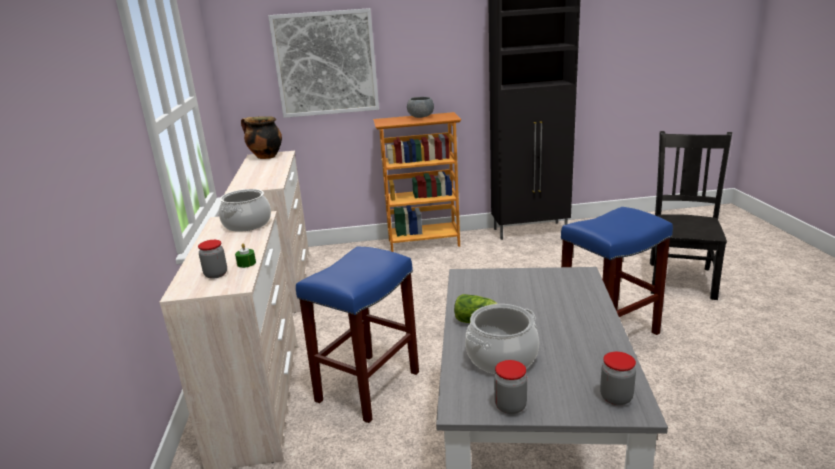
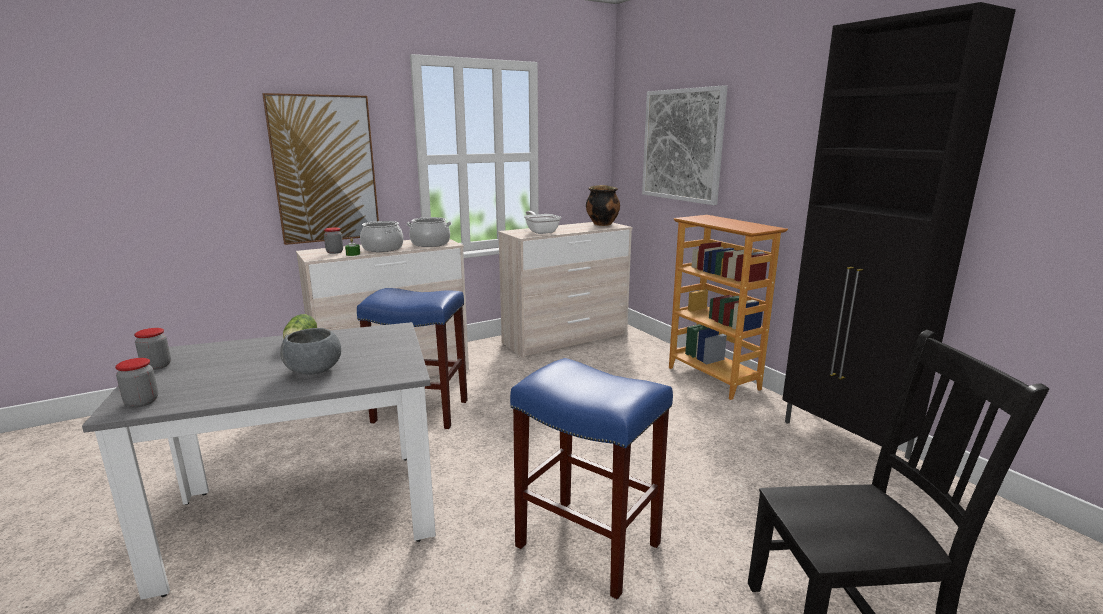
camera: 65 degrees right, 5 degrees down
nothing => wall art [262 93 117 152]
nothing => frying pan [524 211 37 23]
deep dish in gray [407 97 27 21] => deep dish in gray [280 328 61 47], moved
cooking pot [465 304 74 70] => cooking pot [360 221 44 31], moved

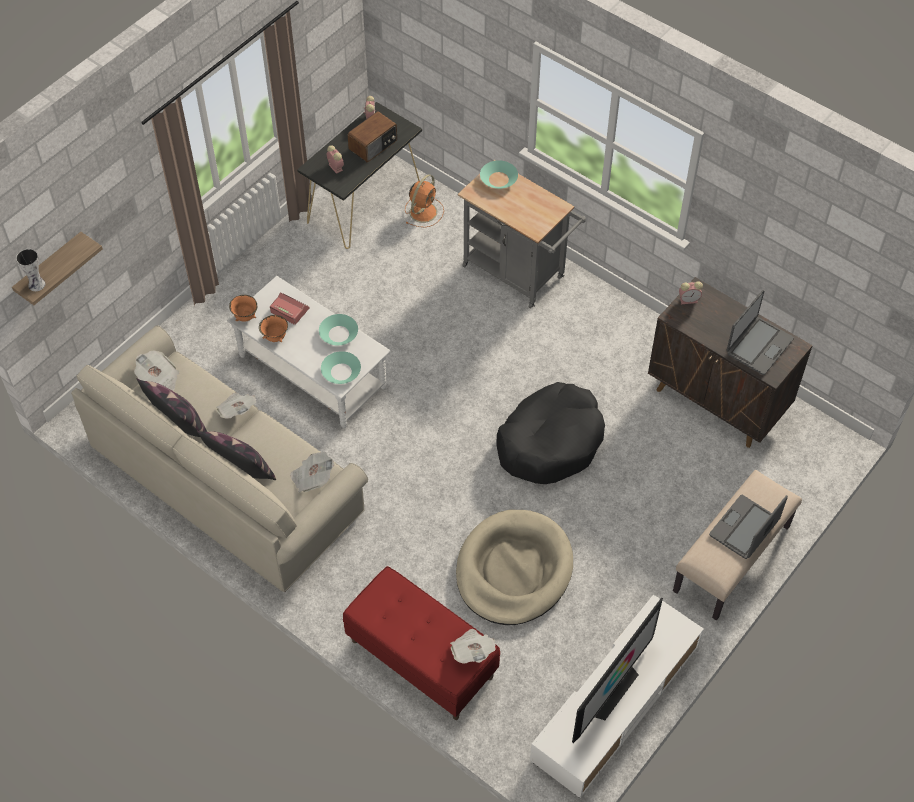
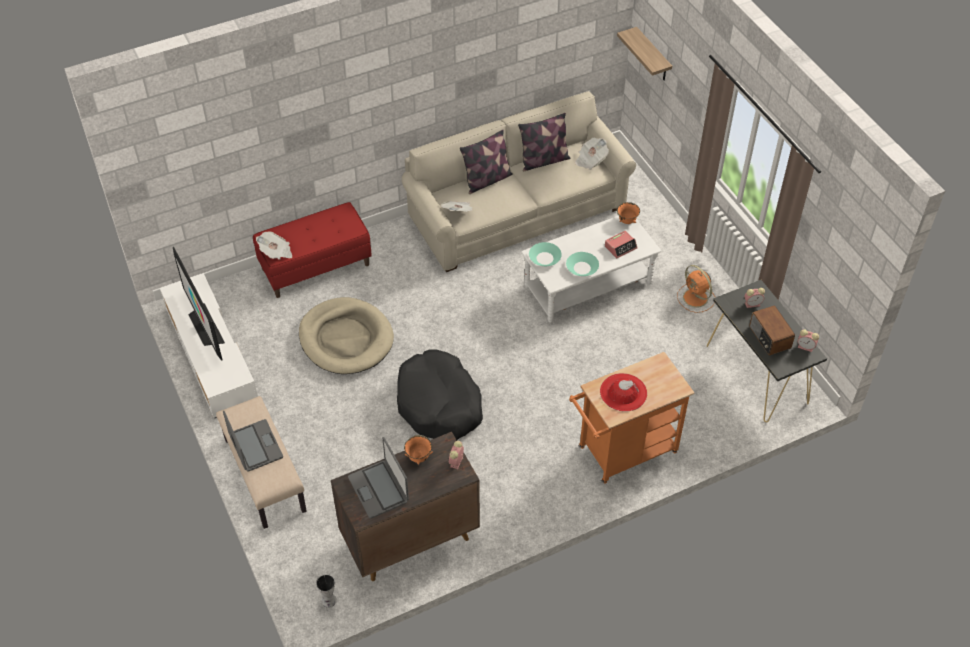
camera: 115 degrees right, 5 degrees down
daily paper [216 393 40 26] => nothing
deep dish in blue-green [480 160 38 29] => nothing
nothing => hat in reddish [600 373 47 39]
decorative vase [16 249 29 42] => decorative vase [316 574 21 34], moved
deep dish in orangey [259 315 29 27] => deep dish in orangey [404 435 29 30], moved
fan in orangey [405 174 39 53] => fan in orangey [677 265 38 48], moved
cart in gray [458 160 128 149] => cart in orangey [569 352 125 132]

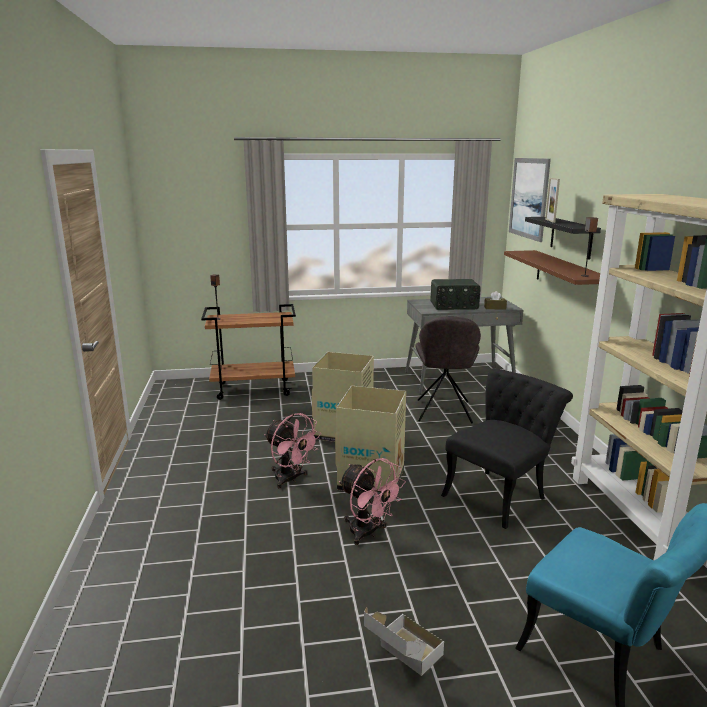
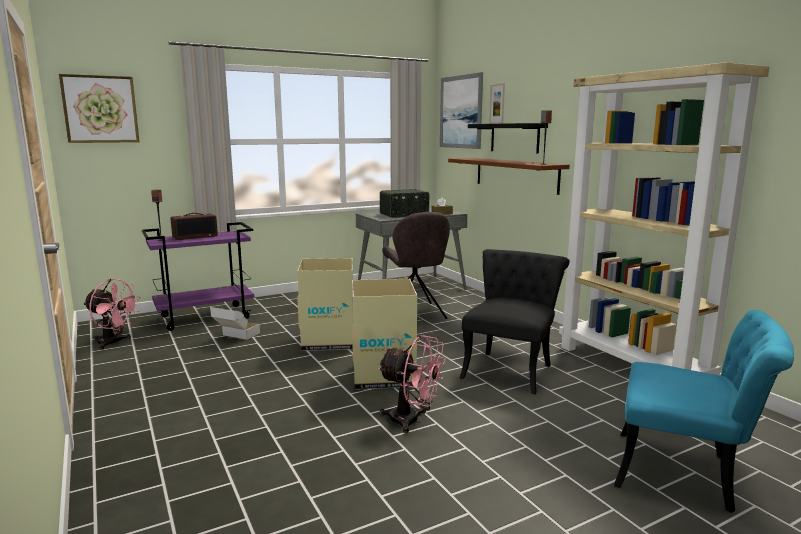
camera: 20 degrees left, 5 degrees down
nothing => wall art [59 74 81 69]
nothing => radio [171 213 47 27]
fan in pink-coloured [264 413 57 75] => fan in pink-coloured [83 279 58 71], moved
carton [364 607 80 69] => carton [210 307 50 33], moved
cart in brownish [201 304 95 96] => cart in purple [142 222 112 109]

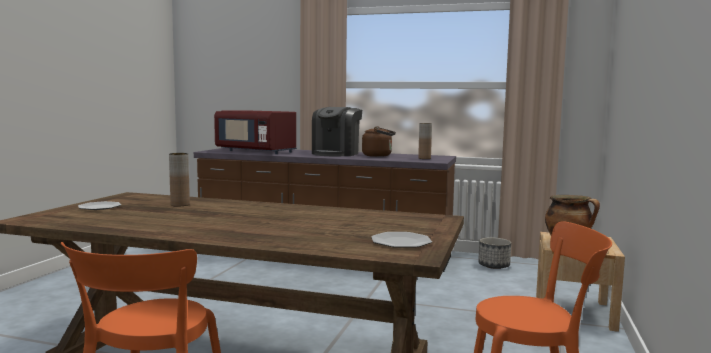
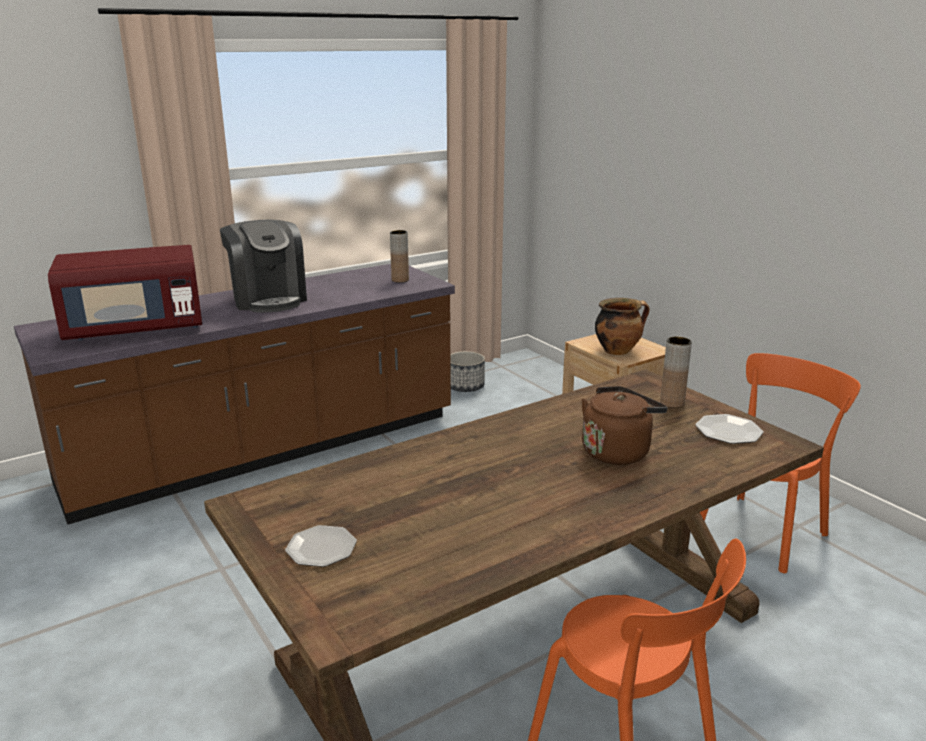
camera: 50 degrees left, 15 degrees up
decorative vase in brownish [169 153 21 54] => decorative vase in brownish [660 337 32 71], moved
tea kettle in brownish [362 126 34 31] => tea kettle in brownish [582 386 86 79], moved

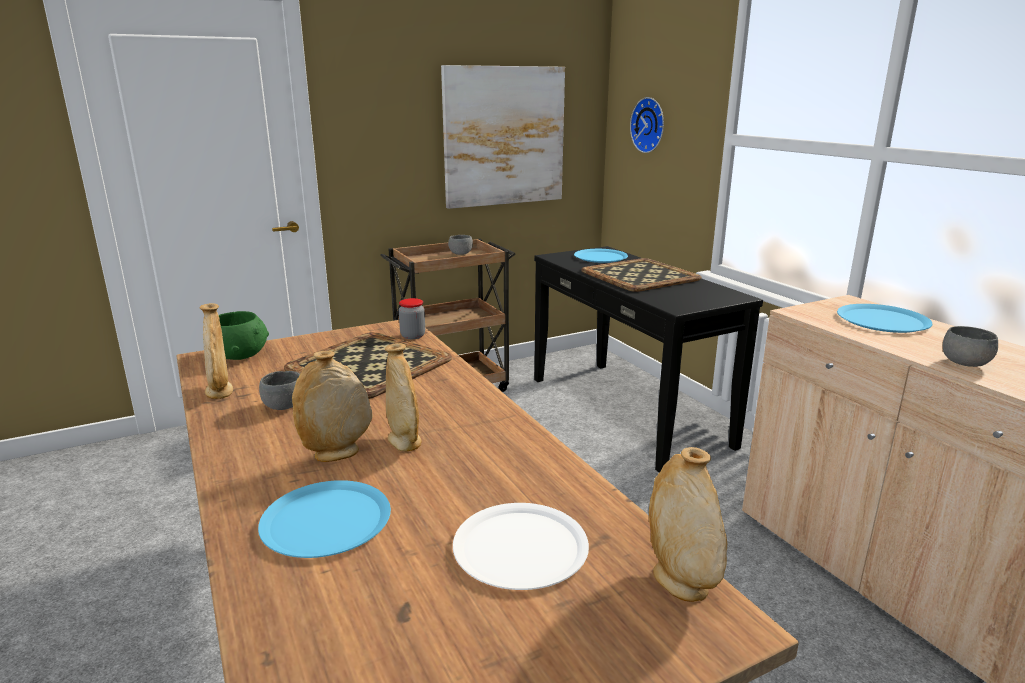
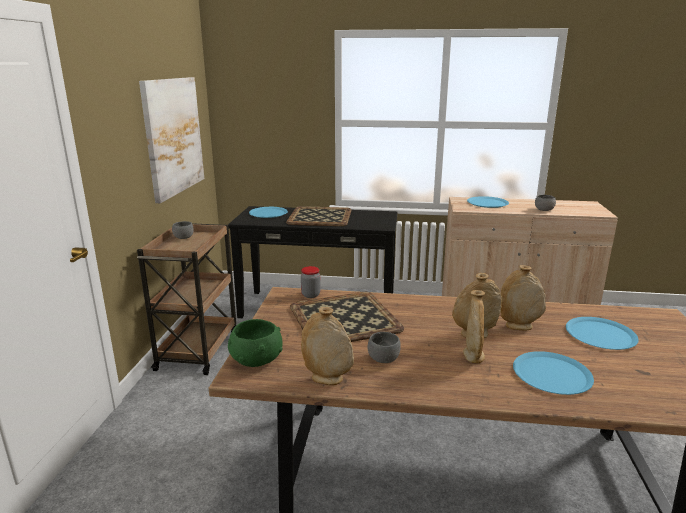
camera: 55 degrees left, 0 degrees up
clock on the wall [630 97 34 56] => nothing
decorative vase in sand-coloured [649 447 78 155] => decorative vase in sand-coloured [501 265 45 66], moved
dinner plate in white-coloured [453 503 136 87] => dinner plate in bluish [566 317 73 33]

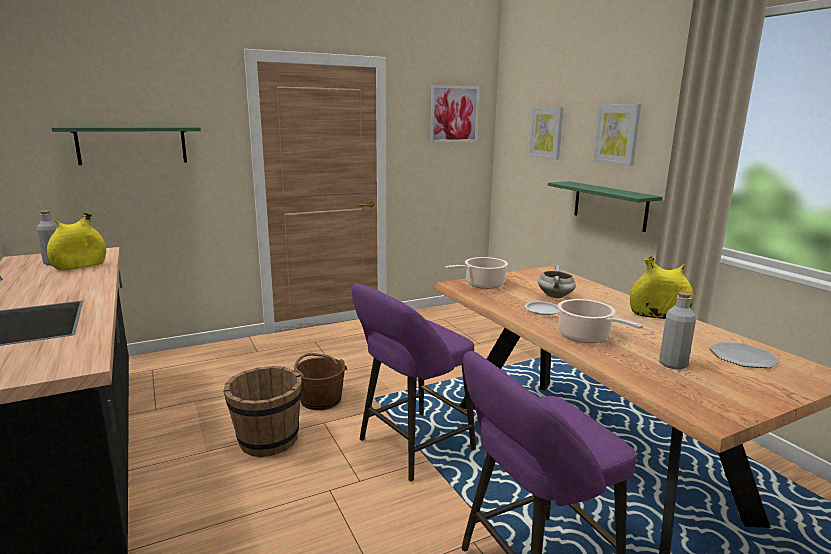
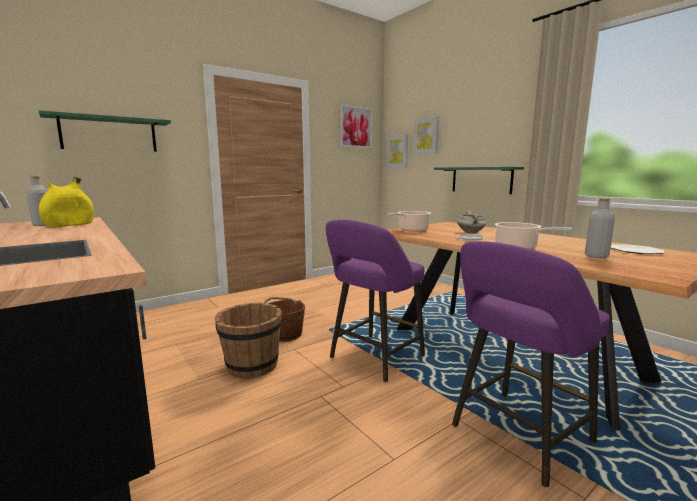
camera: 10 degrees left, 5 degrees down
decorative vase in yellow-coloured [630 256 64 63] => nothing
wall art [593 104 48 62] => wall art [386 134 22 34], moved

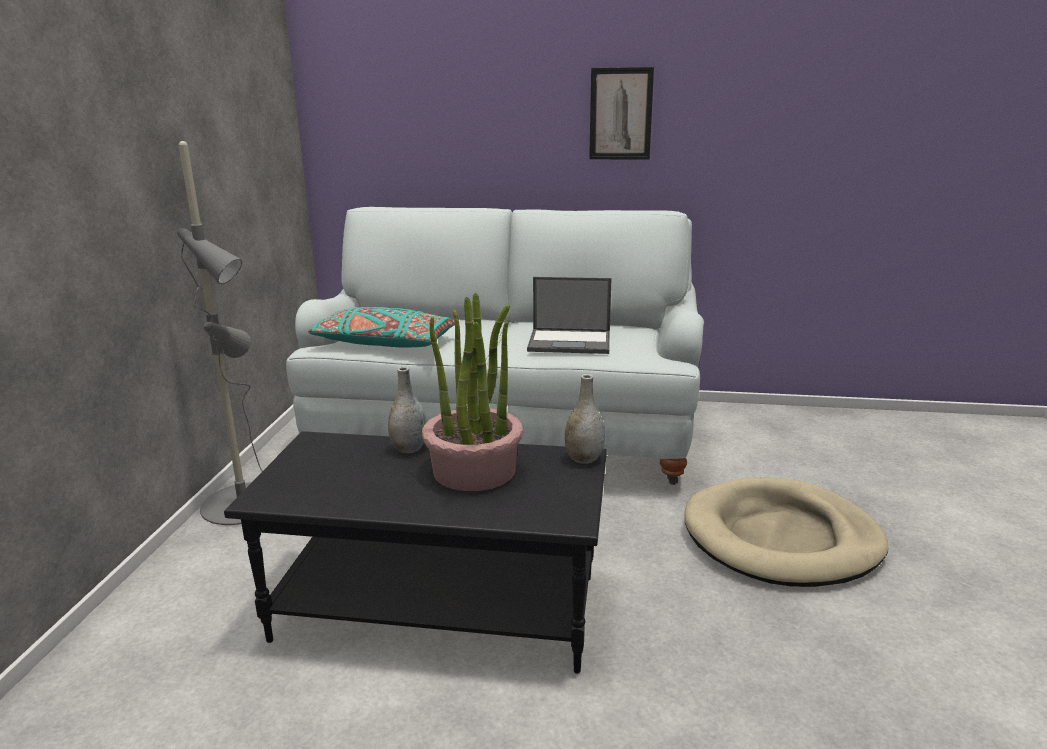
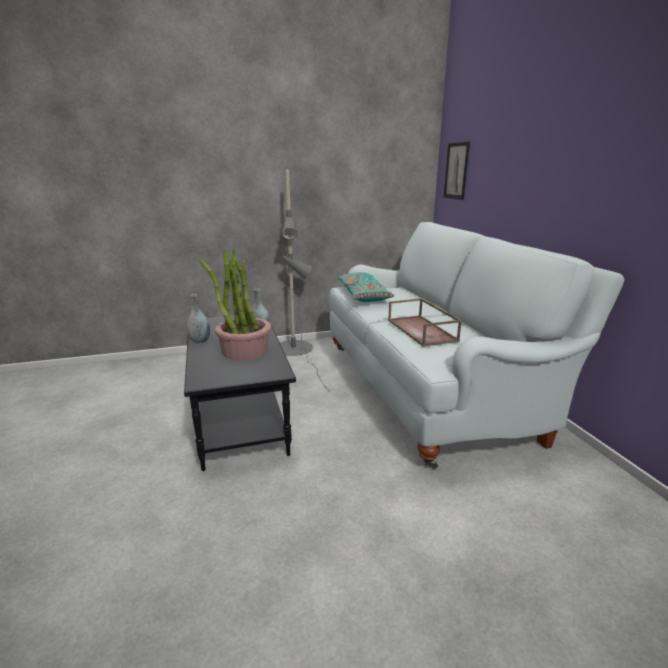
camera: 65 degrees right, 0 degrees up
dog cushion in sand-coloured [684 477 204 110] => nothing
decorative vase in gray [565 374 40 90] => decorative vase in gray [187 294 23 49], moved
wall art [589 67 65 92] => wall art [444 141 26 59], moved
laptop [527 277 85 77] => tray in brownish [388 298 74 49]

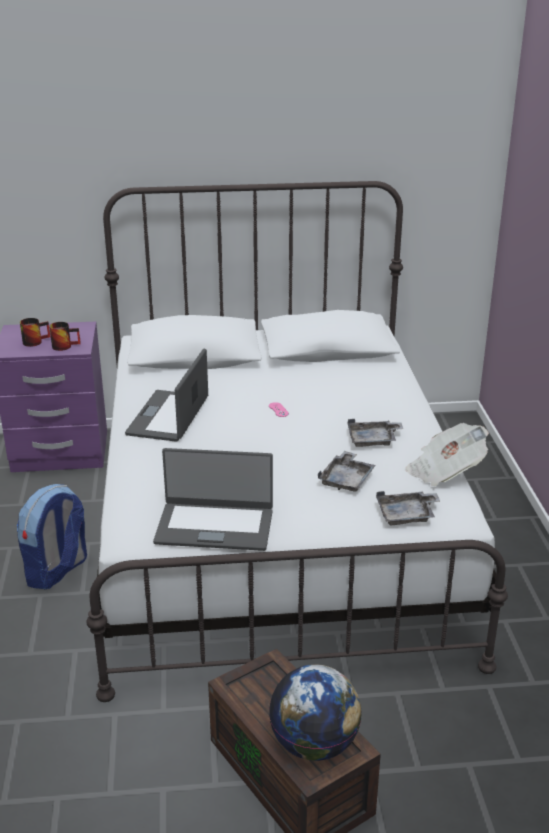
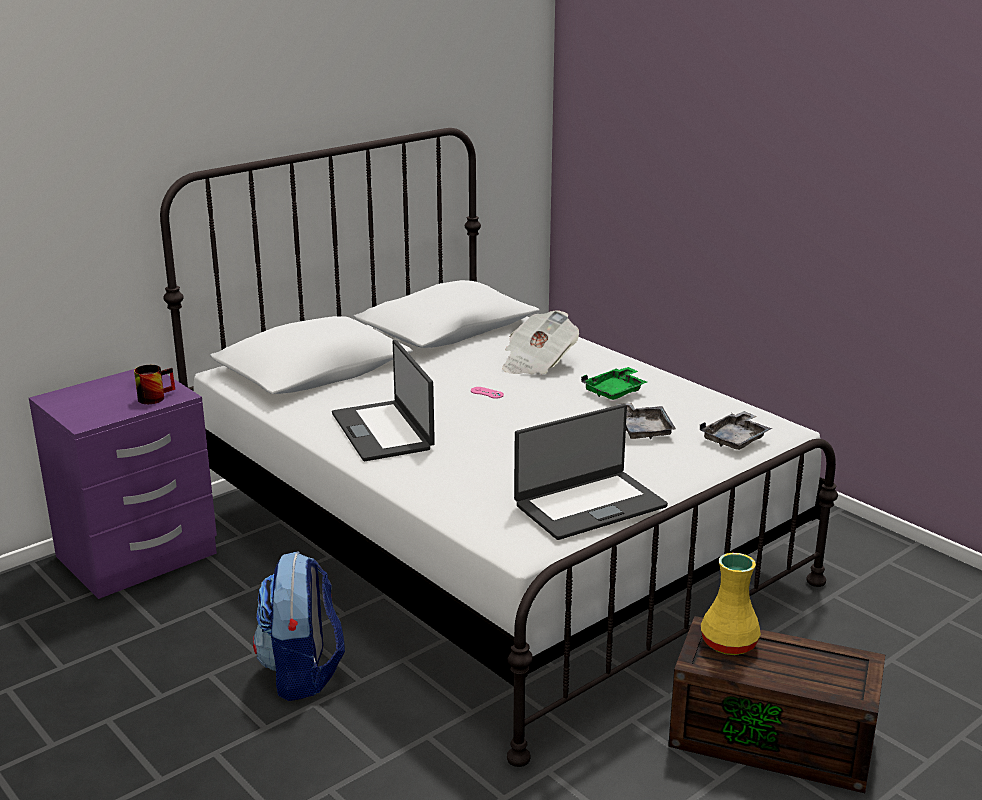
camera: 35 degrees left, 5 degrees down
coffee mug [20 318 30 29] => nothing
desk globe [269 664 93 97] => nothing
nothing => decorative vase in yellow-coloured [701 553 60 102]
daily paper [406 423 83 63] => daily paper [502 310 77 65], moved
tray in gray [348 419 55 28] => tray in green [581 367 66 33]

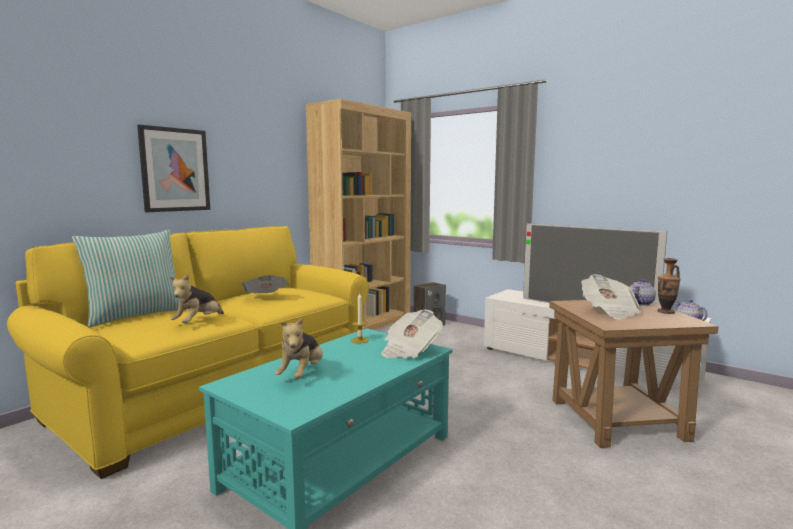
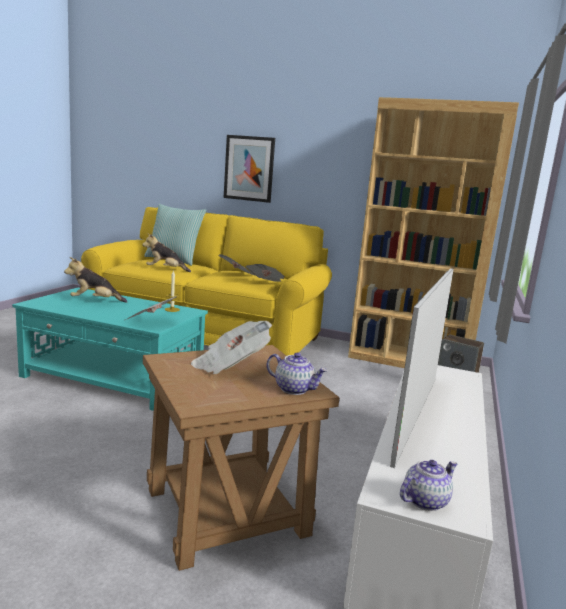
camera: 70 degrees right, 5 degrees up
decorative vase [658 258 22 56] => nothing
nothing => daily paper [246 264 39 18]

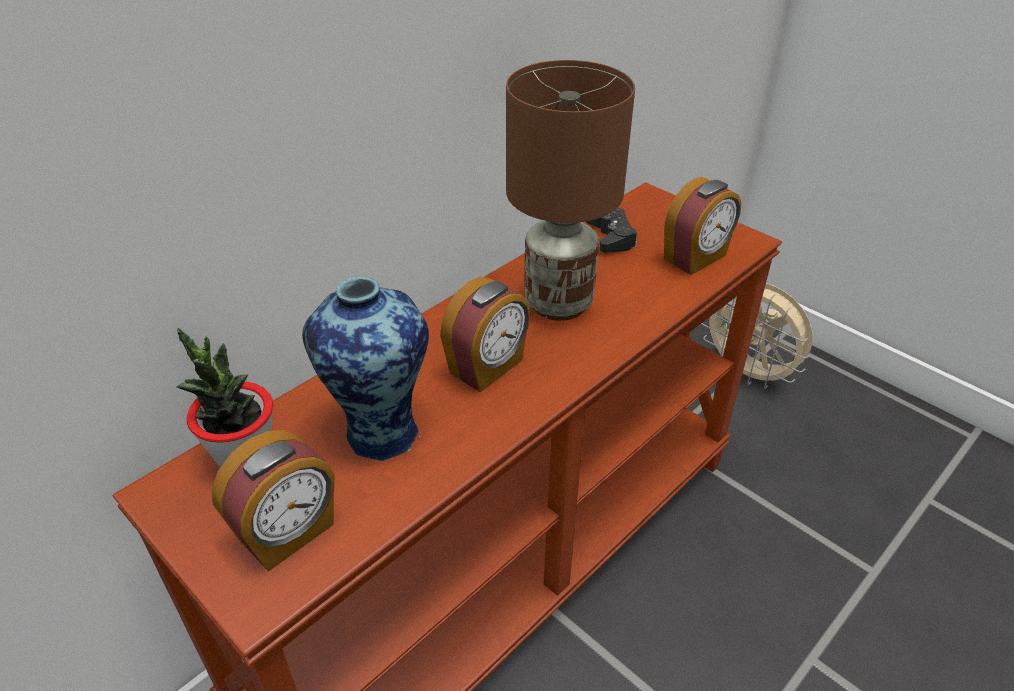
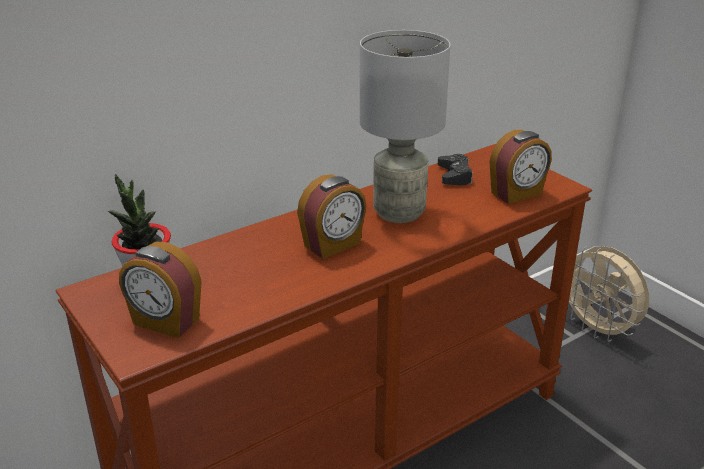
camera: 10 degrees right, 10 degrees down
decorative vase [302 276 127 185] => nothing
tabletop lamp in brownish [506 60 129 261] => tabletop lamp in gray [359 30 91 193]
bedside clock [212 430 123 142] => bedside clock [119 242 83 96], 60 degrees clockwise

